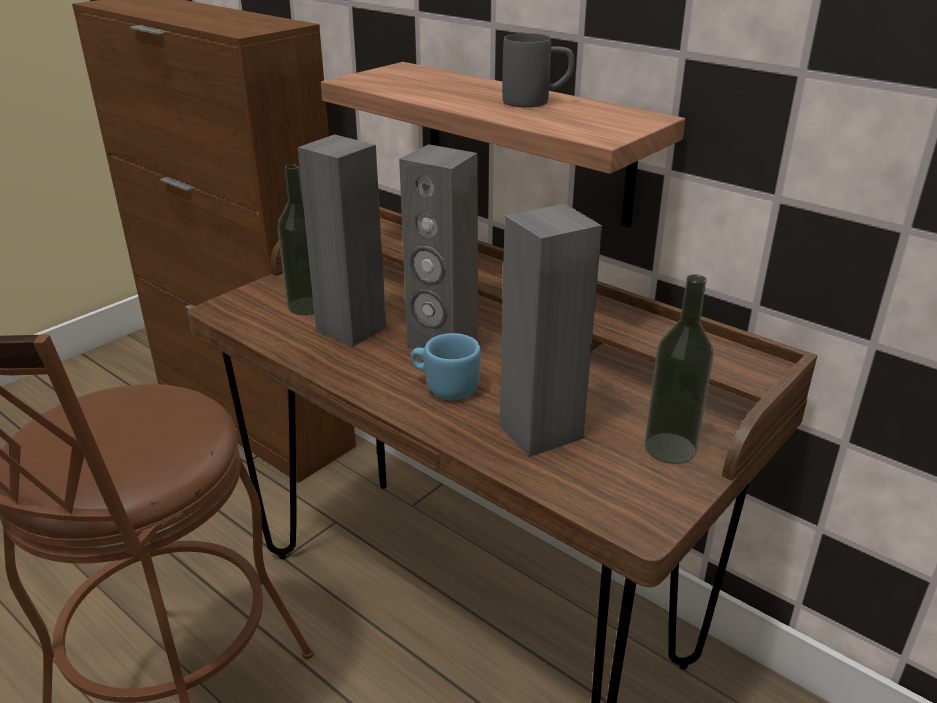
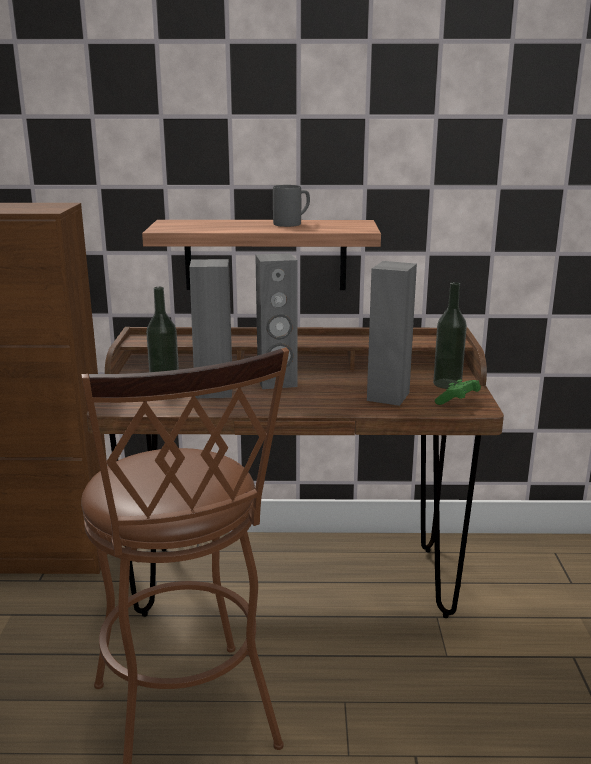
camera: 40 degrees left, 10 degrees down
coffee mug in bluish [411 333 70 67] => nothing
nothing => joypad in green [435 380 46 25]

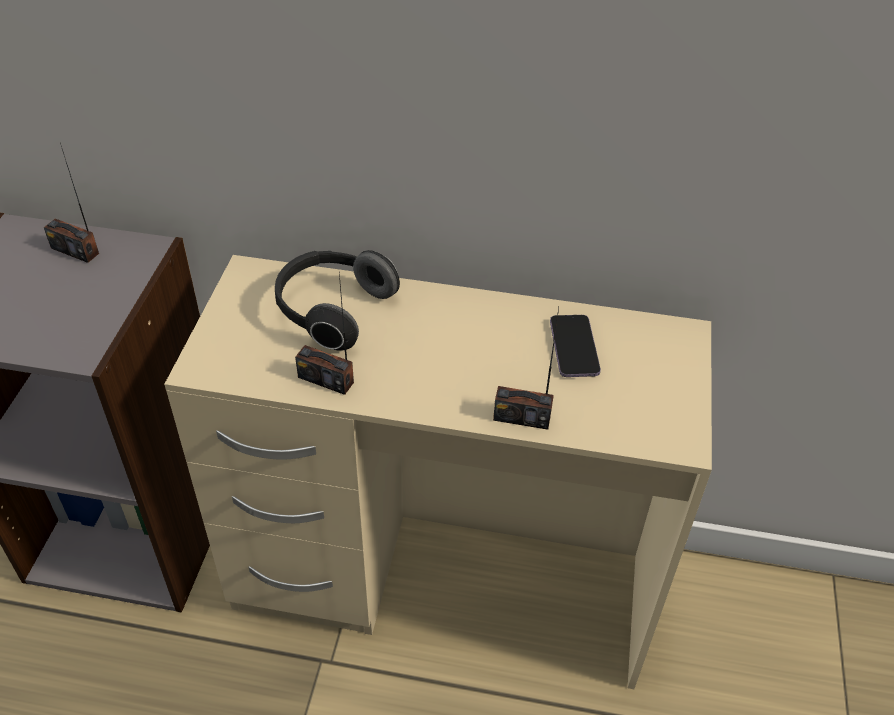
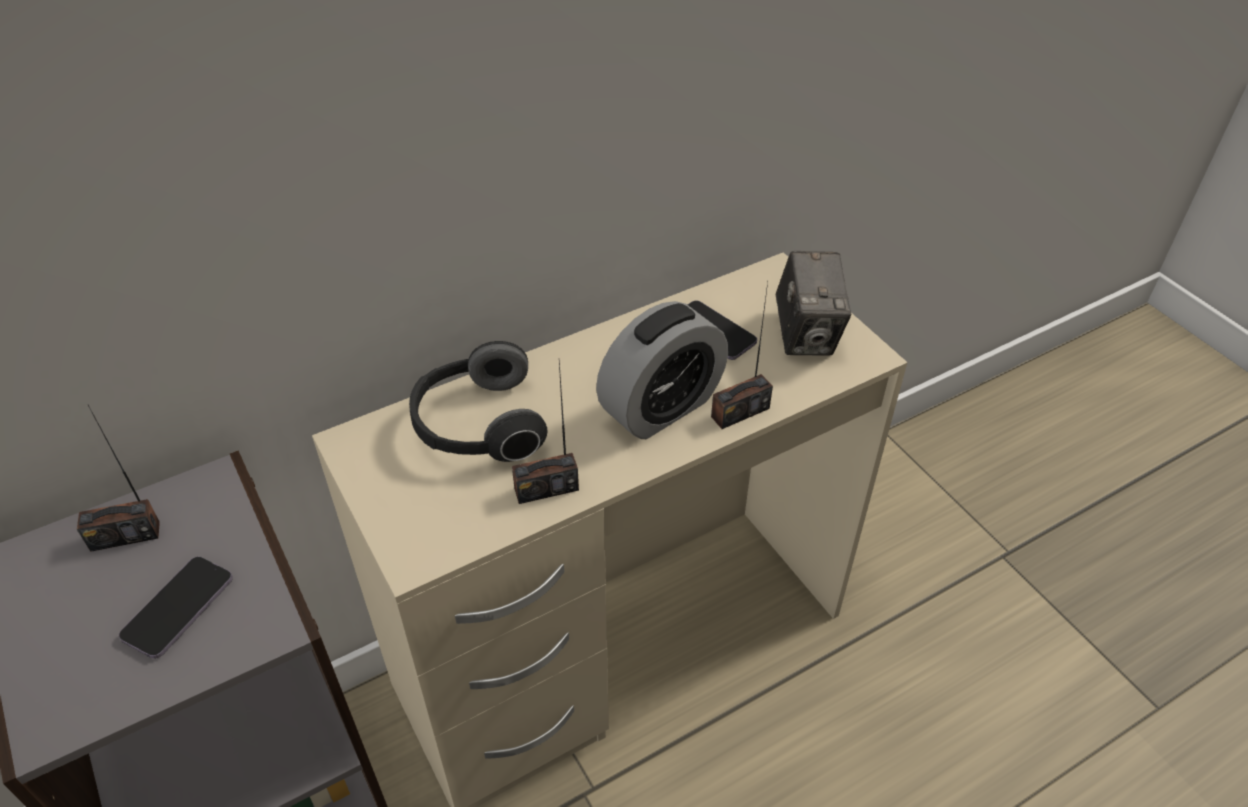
camera: 40 degrees left, 0 degrees up
nothing => handset [119 557 114 102]
nothing => bedside clock [596 301 132 138]
nothing => still camera [775 251 76 105]

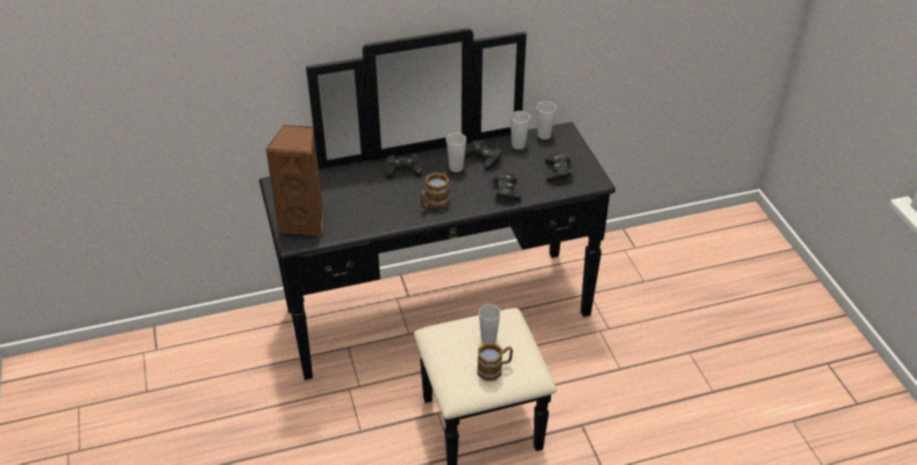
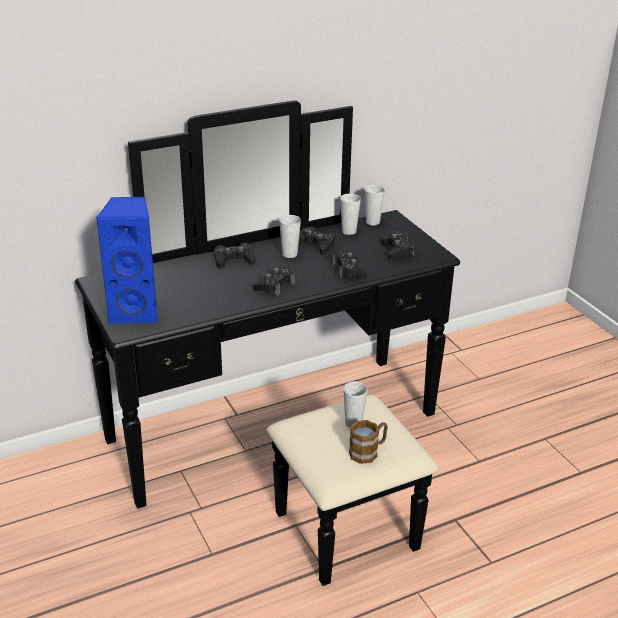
camera: 10 degrees left, 10 degrees down
coffee mug [420 172 30 37] => joypad in black [253 267 42 29]
audio speaker in brownish [265 125 58 111] => audio speaker in bluish [95 197 63 127]

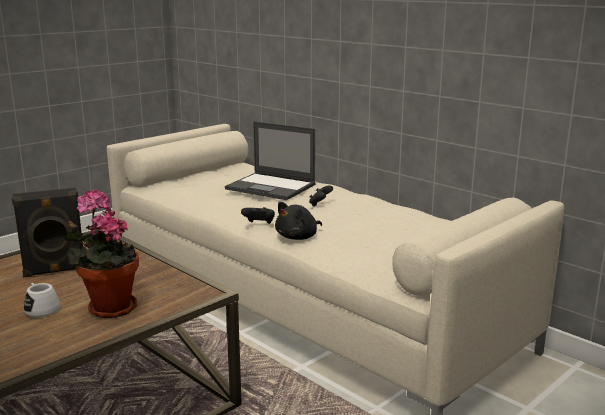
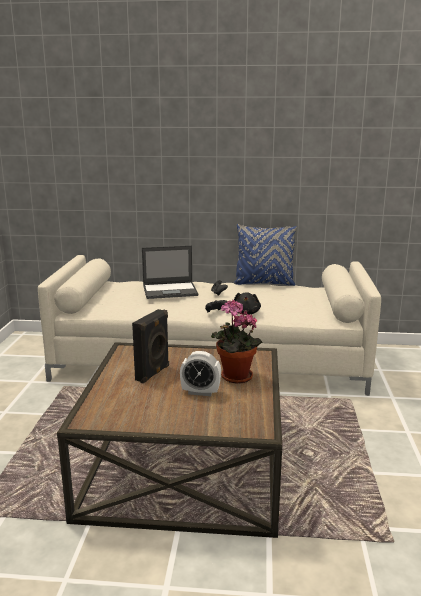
camera: 40 degrees left, 0 degrees up
nothing => cushion in bluish [234 224 63 62]
coffee mug in white-coloured [24 283 36 34] => bedside clock [180 351 41 45]

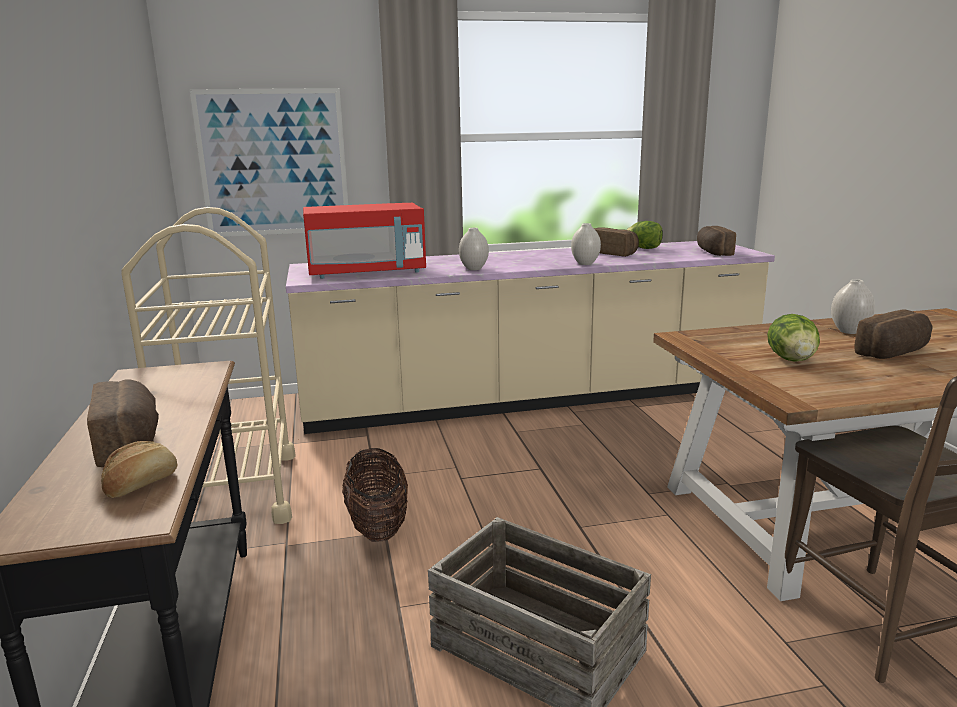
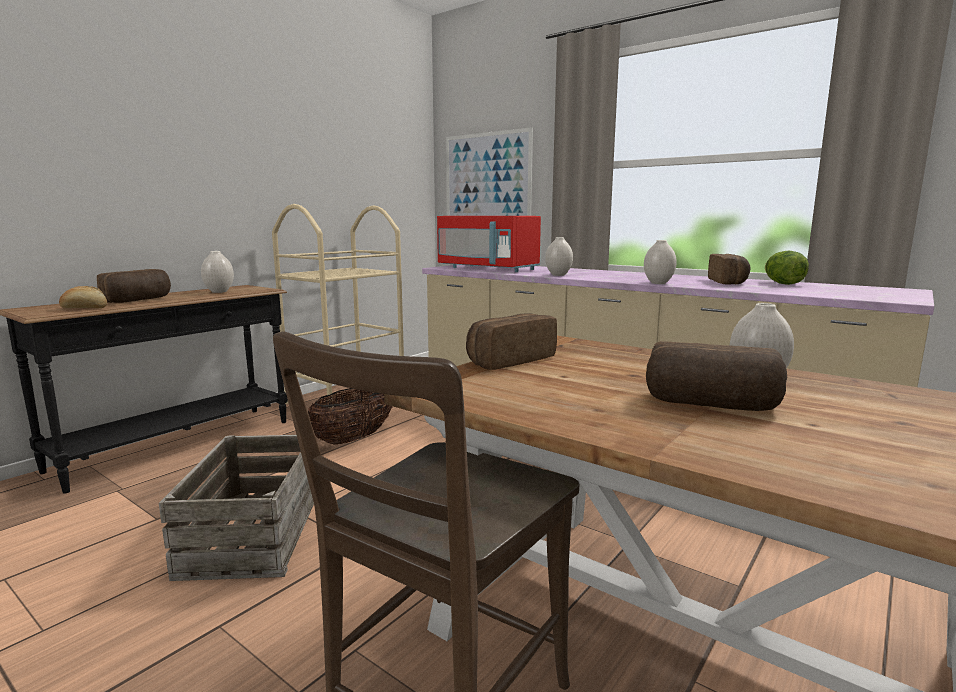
camera: 50 degrees right, 5 degrees down
lettuce head [767 314 53 48] => nothing
nothing => decorative vase in white-coloured [201 251 33 42]
bakery bread [697 226 39 30] => bakery bread [466 314 91 56], moved

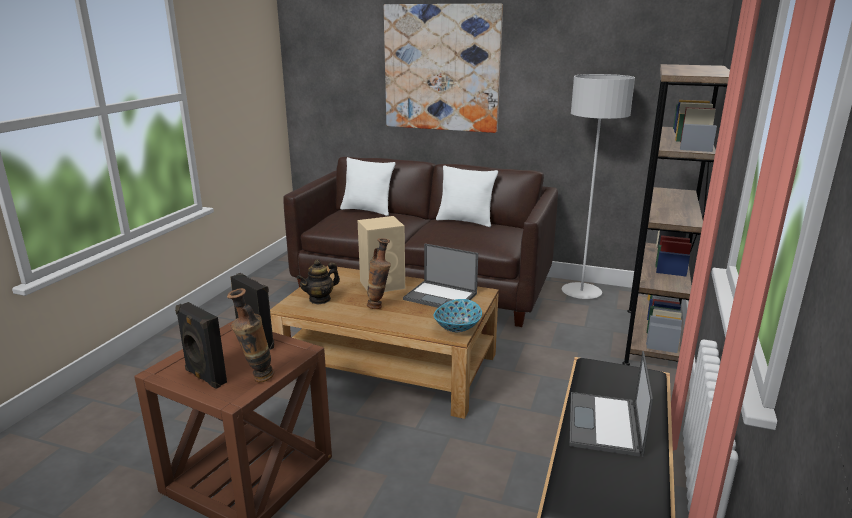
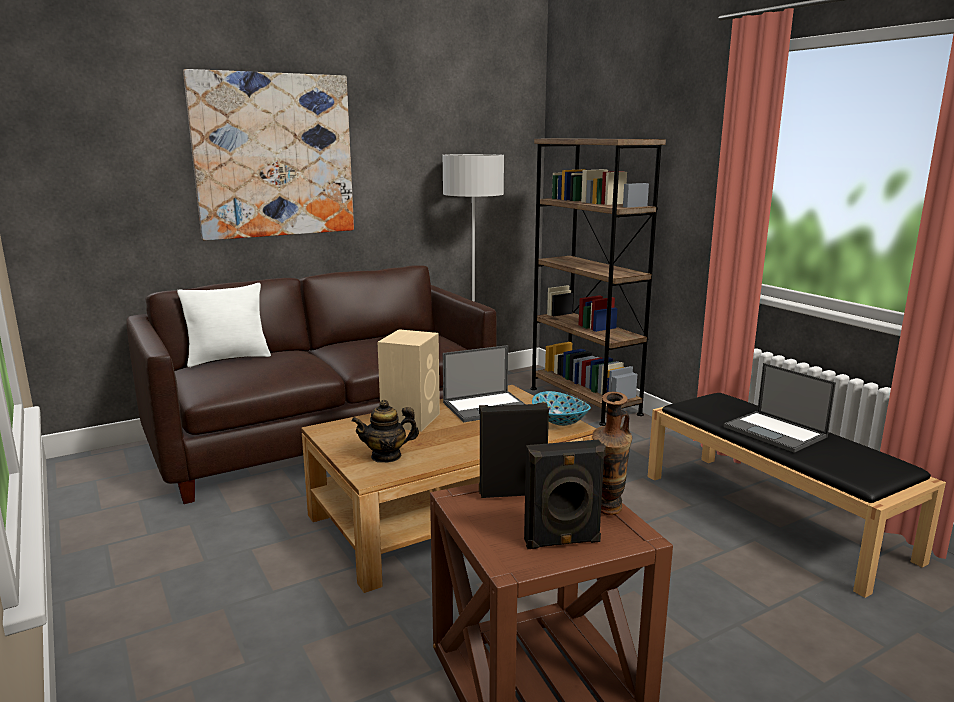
camera: 50 degrees left, 5 degrees down
decorative vase [367 238 24 71] => nothing
cushion in white-coloured [436 165 62 62] => nothing
pot for tea [297 259 43 45] => pot for tea [352 400 67 63], 75 degrees clockwise

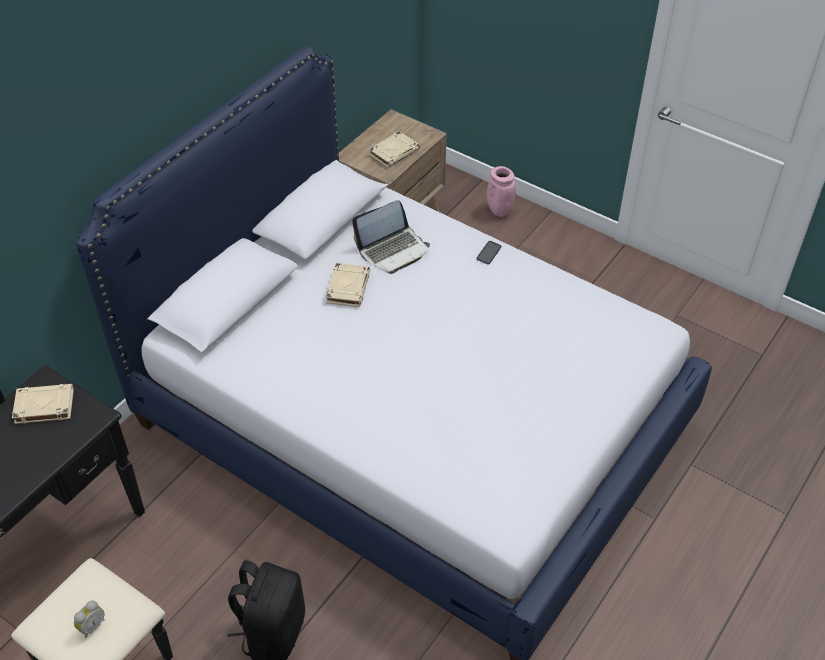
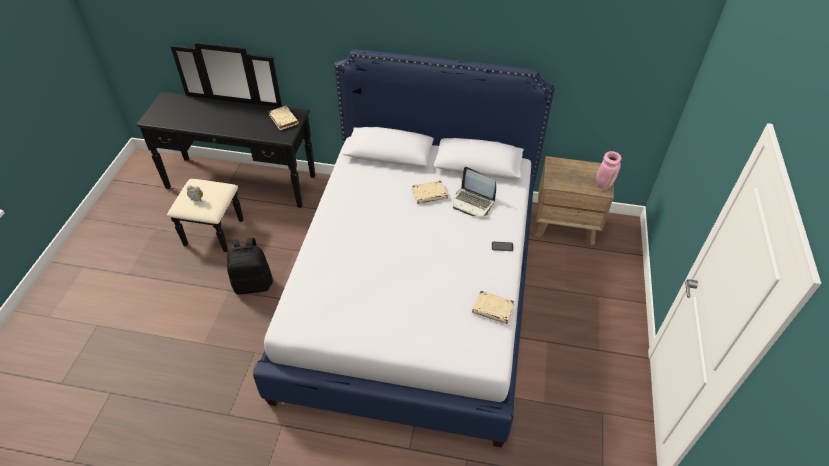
camera: 65 degrees right, 0 degrees up
book in sand-coloured [369 131 51 37] => book in sand-coloured [472 290 43 34], moved
decorative vase in pink-coloured [487 166 29 51] => decorative vase in pink-coloured [596 151 26 38], moved

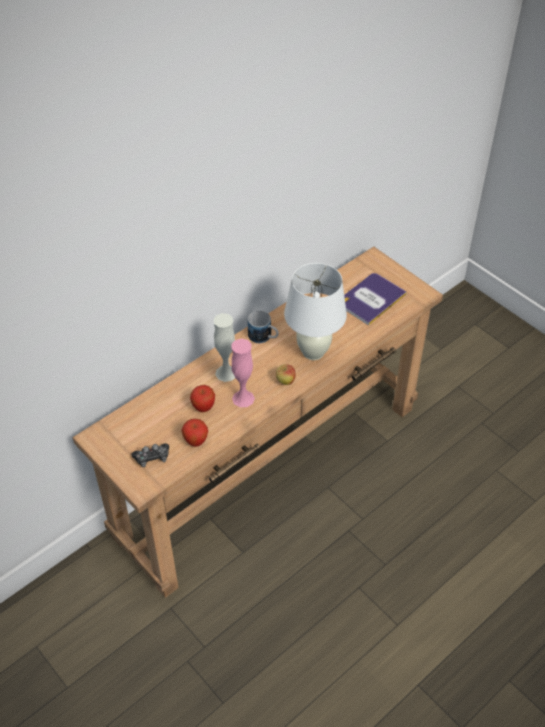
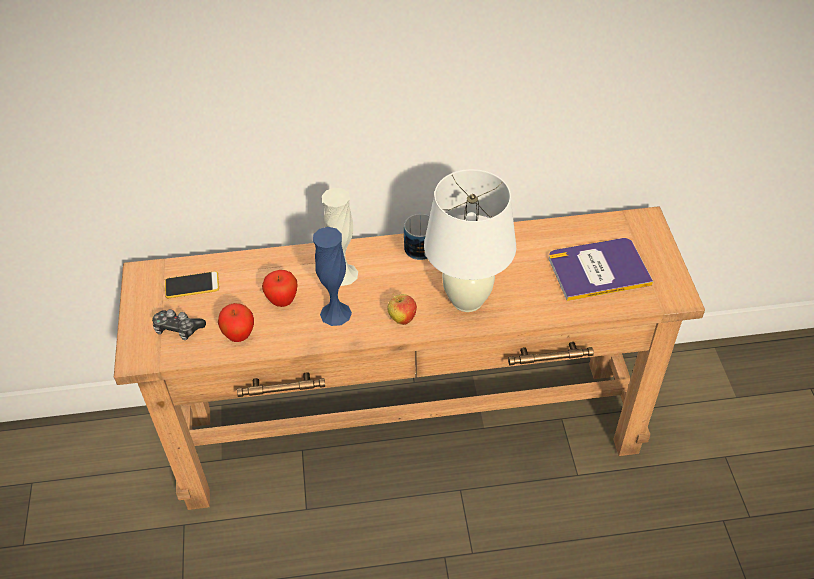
camera: 35 degrees right, 0 degrees up
nothing => handset [165 271 54 27]
decorative vase in pink-coloured [231 339 24 68] => decorative vase in bluish [313 227 39 99]

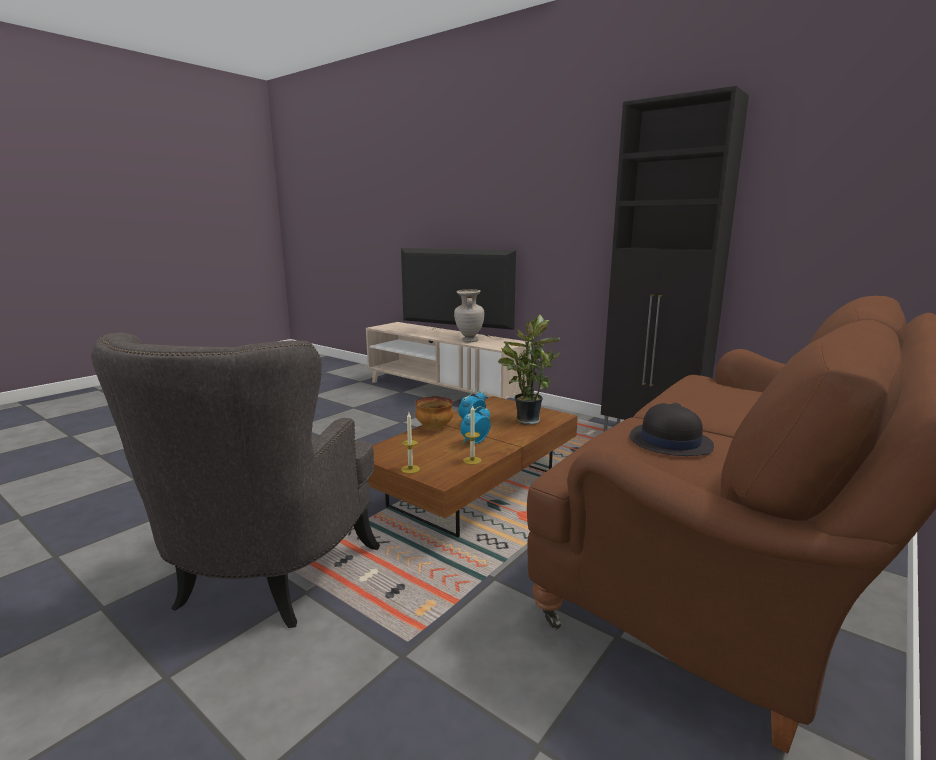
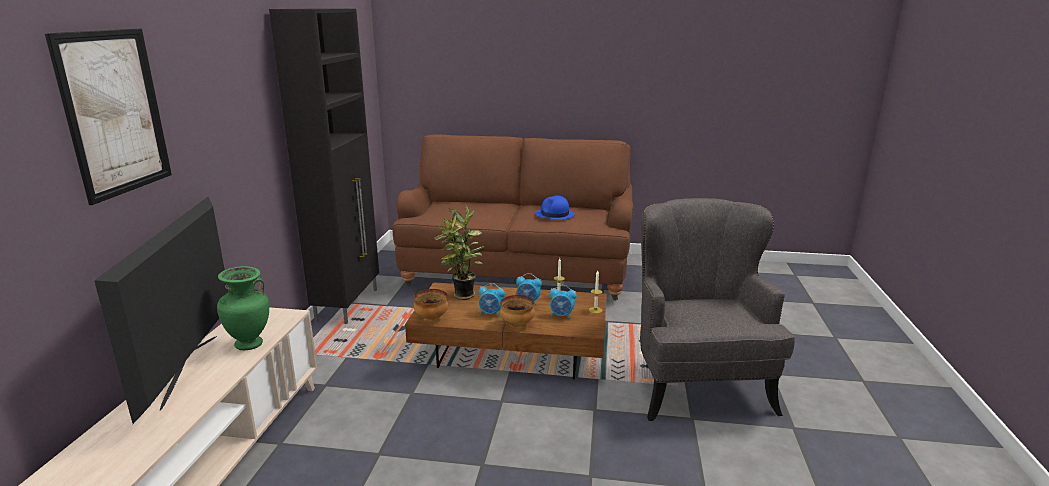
camera: 120 degrees left, 5 degrees up
nothing => wall art [45 28 127 177]
nothing => deep dish [414 289 34 31]
nothing => bedside clock [550 285 27 34]
decorative vase in sand-coloured [454 289 30 53] => decorative vase in green [217 266 52 84]
hat in black [630 403 84 53] => hat in bluish [536 195 39 25]
easy chair in gray [91 333 289 295] => easy chair in gray [640 198 155 223], 75 degrees counterclockwise

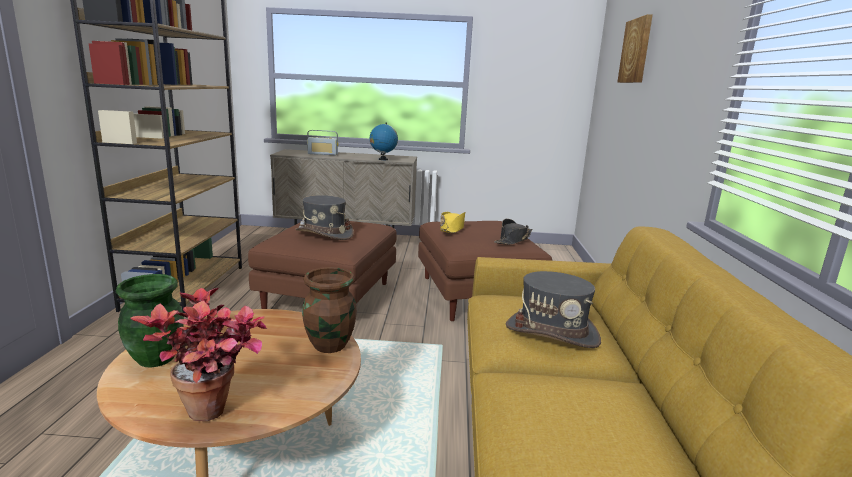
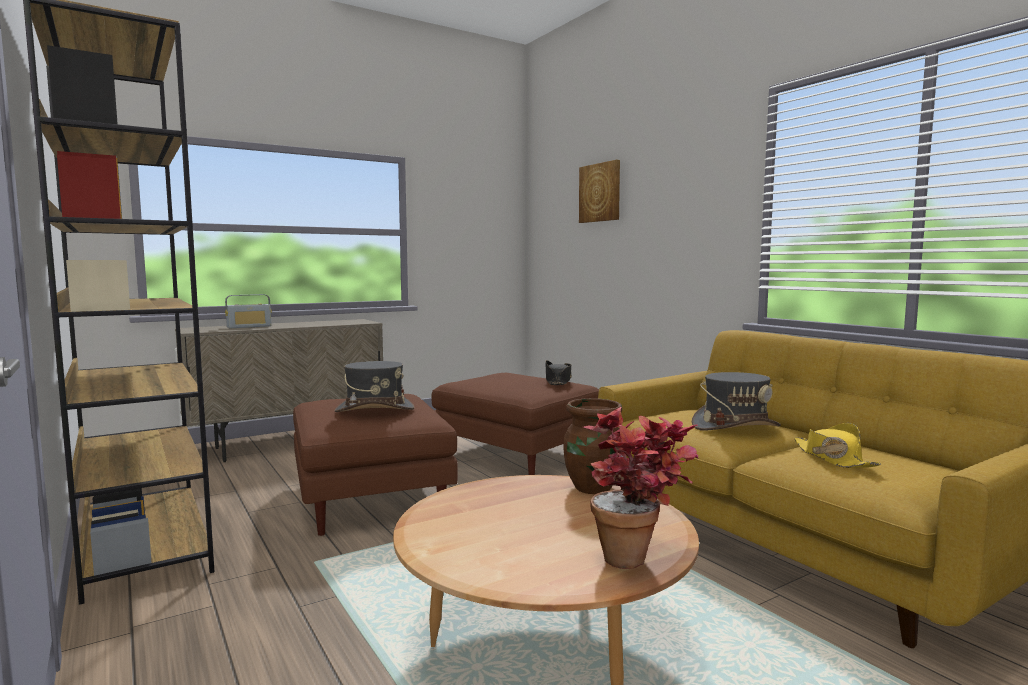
camera: 35 degrees left, 10 degrees down
decorative vase in green [116 274 68 93] => nothing
desk globe [370 122 28 38] => nothing
hat in yellow-coloured [440 212 25 21] => hat in yellow-coloured [794 423 87 45], moved

